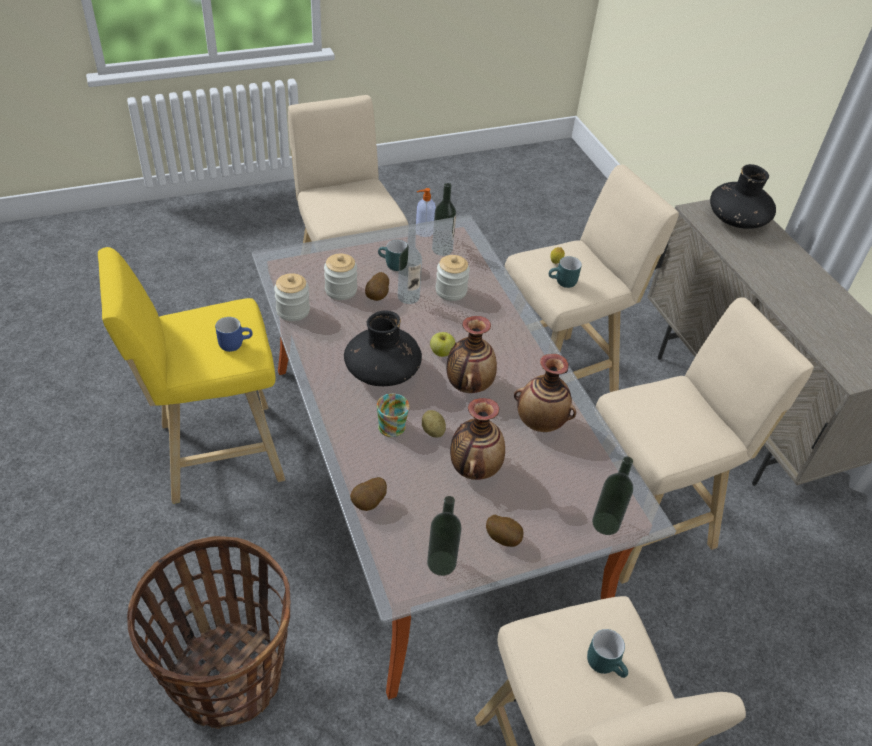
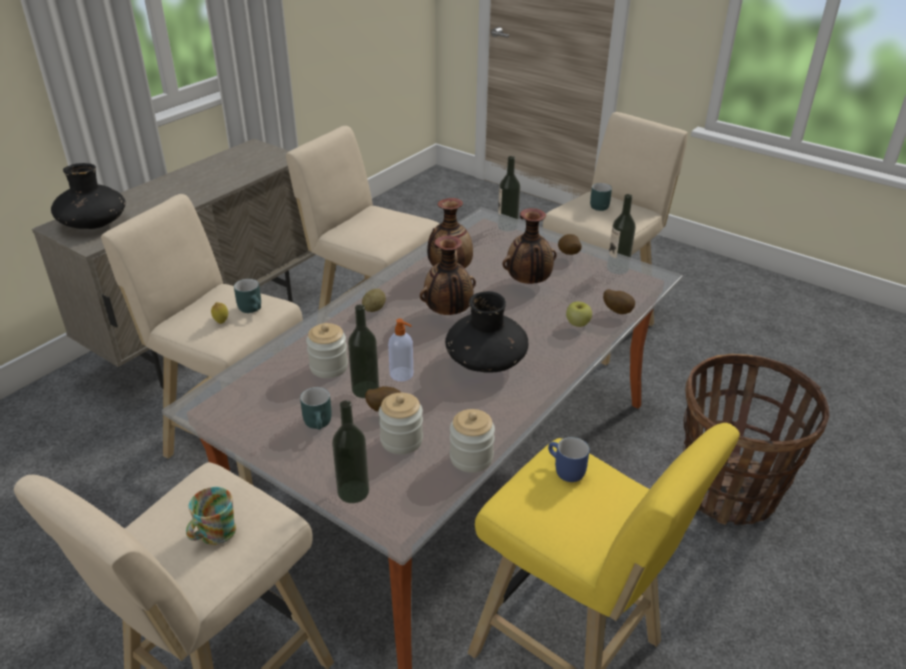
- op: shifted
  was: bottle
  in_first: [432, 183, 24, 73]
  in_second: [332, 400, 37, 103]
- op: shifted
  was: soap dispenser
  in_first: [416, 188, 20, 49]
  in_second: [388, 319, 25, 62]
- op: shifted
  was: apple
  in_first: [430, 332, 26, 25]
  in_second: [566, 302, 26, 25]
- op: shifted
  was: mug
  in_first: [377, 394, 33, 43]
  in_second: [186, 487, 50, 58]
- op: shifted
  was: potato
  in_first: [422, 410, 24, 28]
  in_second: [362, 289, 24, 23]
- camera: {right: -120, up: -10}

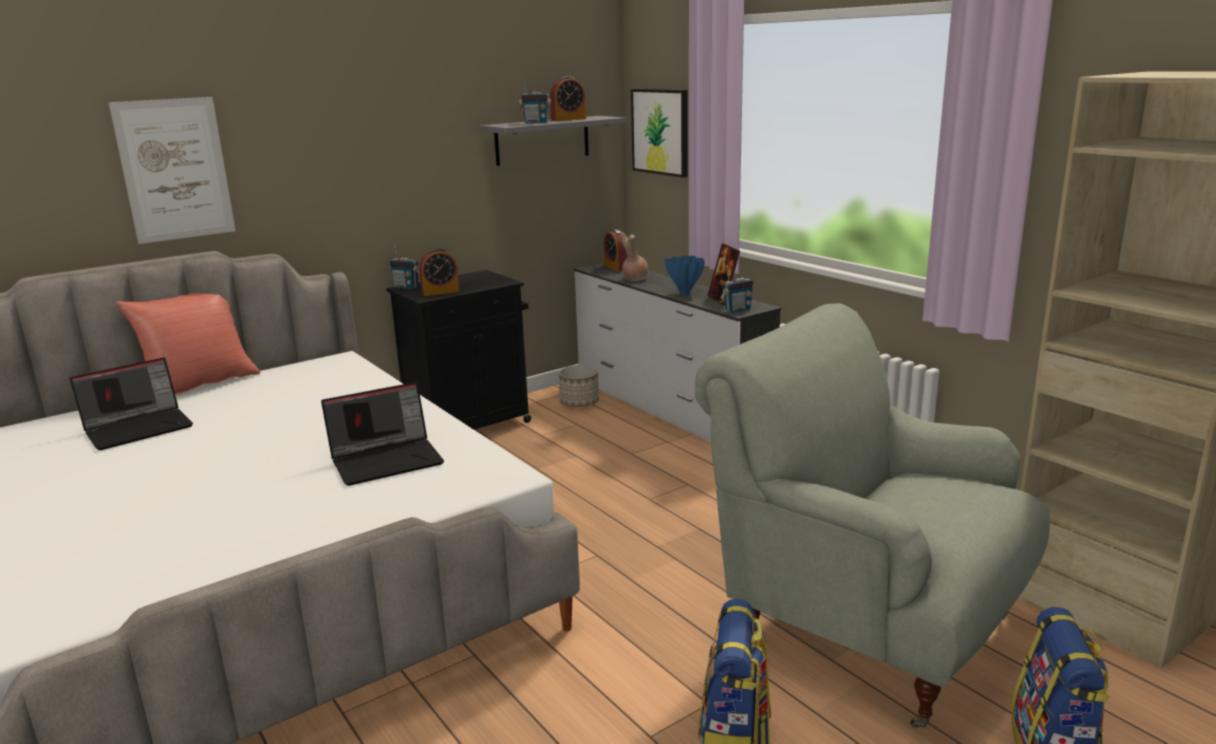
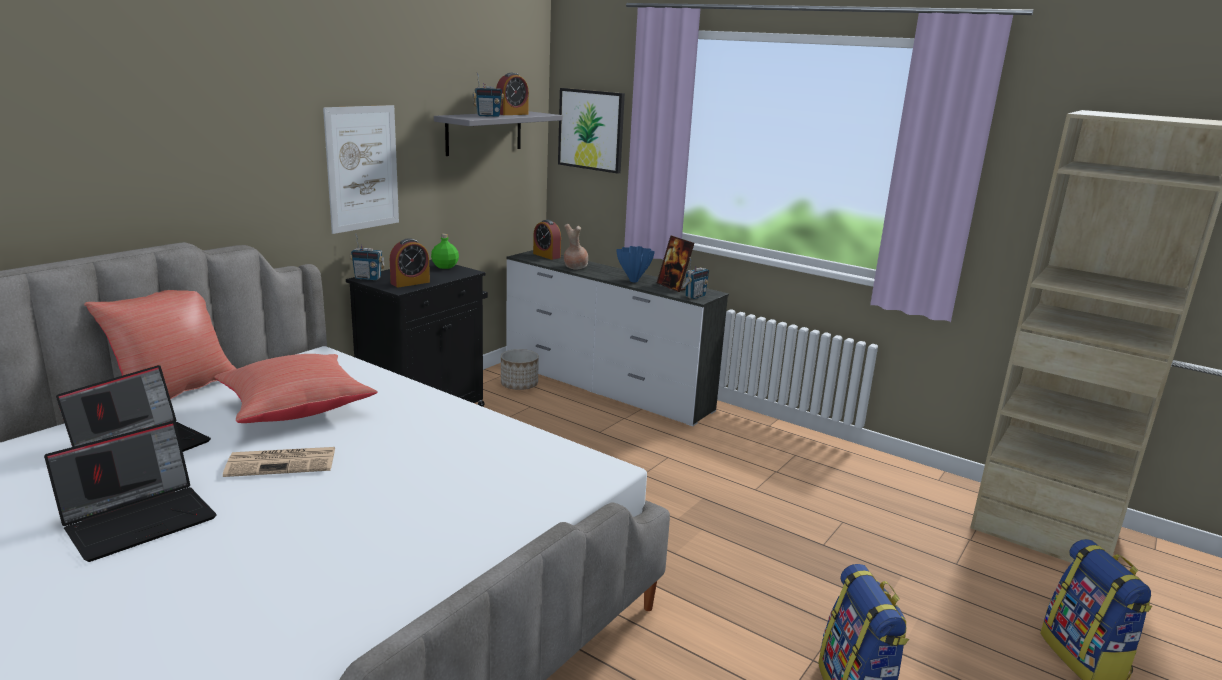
- op: shifted
  was: picture
  in_first: [109, 97, 127, 147]
  in_second: [323, 105, 76, 129]
- op: gone
  was: grey armchair
  in_first: [695, 303, 355, 425]
- op: shifted
  was: laptop
  in_first: [321, 382, 123, 104]
  in_second: [44, 421, 172, 141]
- op: new
  now: green bottle
  in_second: [431, 234, 28, 35]
- op: new
  now: red pillow
  in_second: [214, 354, 163, 69]
- op: new
  now: newspaper
  in_second: [223, 447, 112, 30]
- camera: {right: -20, up: 0}

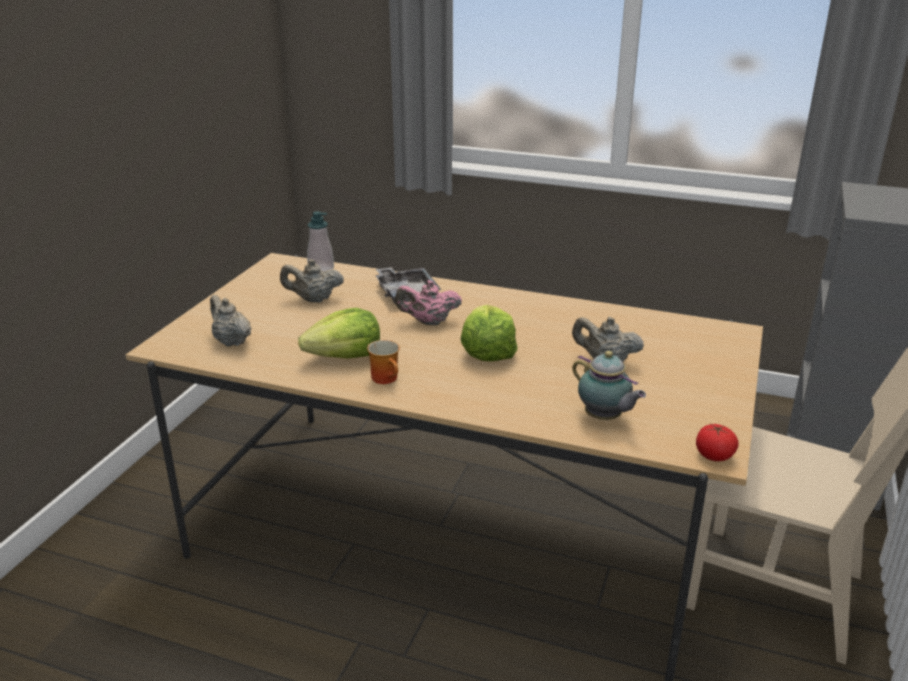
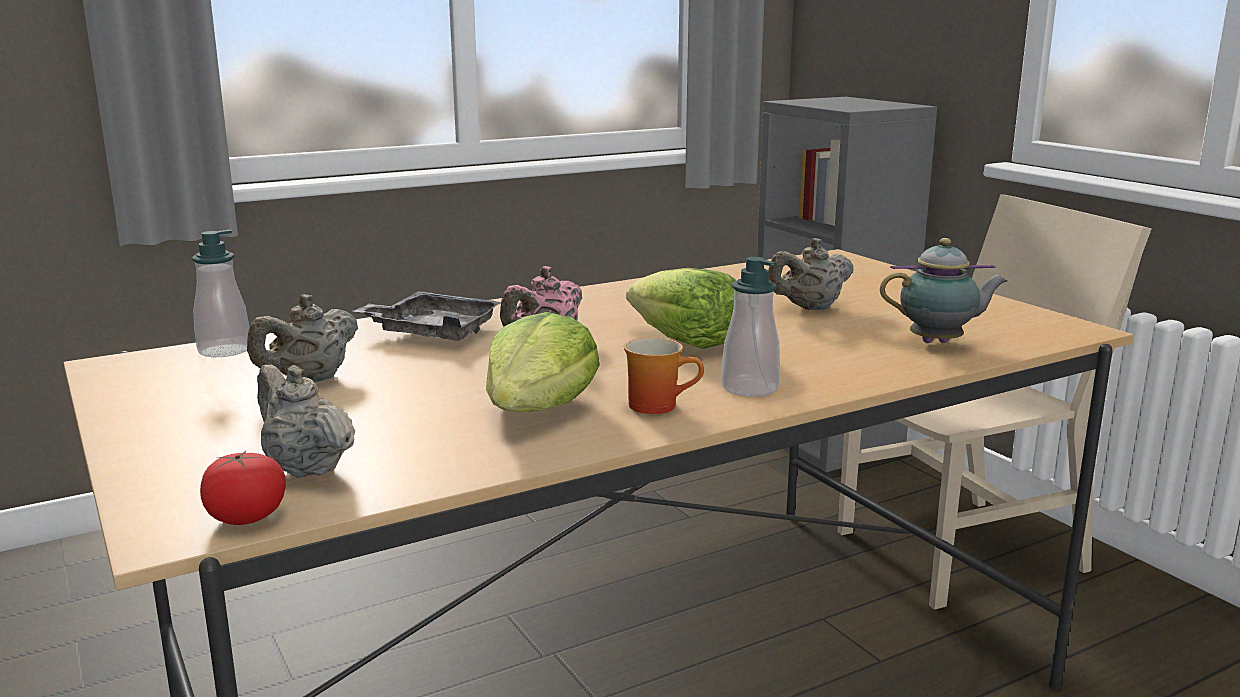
- op: rotated
  was: beige teapot
  in_first: [210, 295, 41, 51]
  in_second: [257, 365, 98, 113]
  clockwise: 45
- op: shifted
  was: tomato
  in_first: [696, 424, 43, 37]
  in_second: [200, 450, 86, 75]
- op: new
  now: soap dispenser
  in_second: [722, 257, 58, 140]
- camera: {right: -50, up: -10}

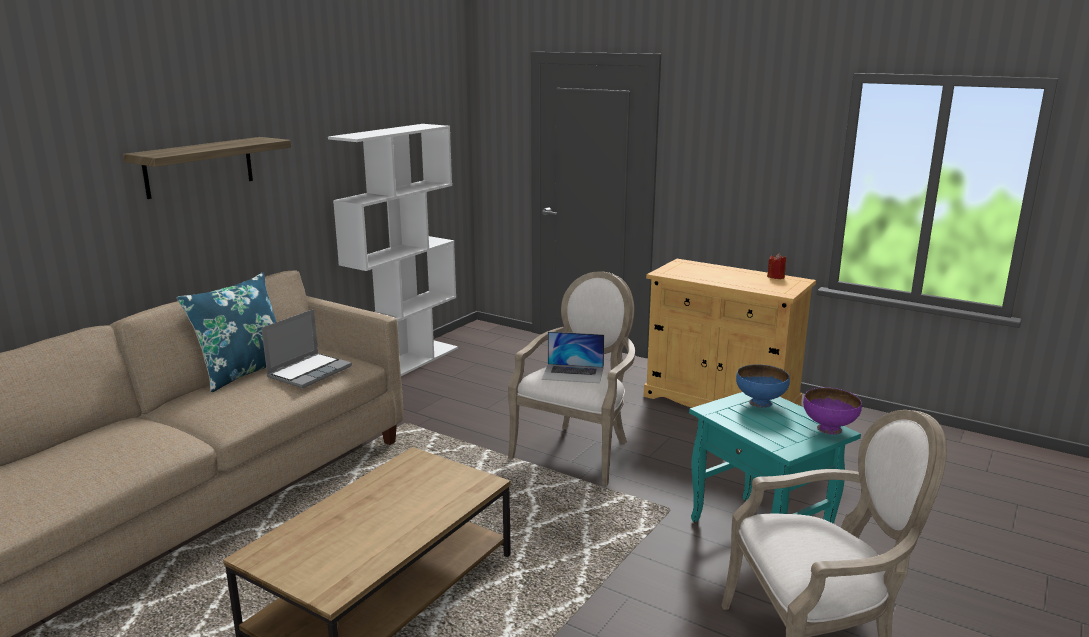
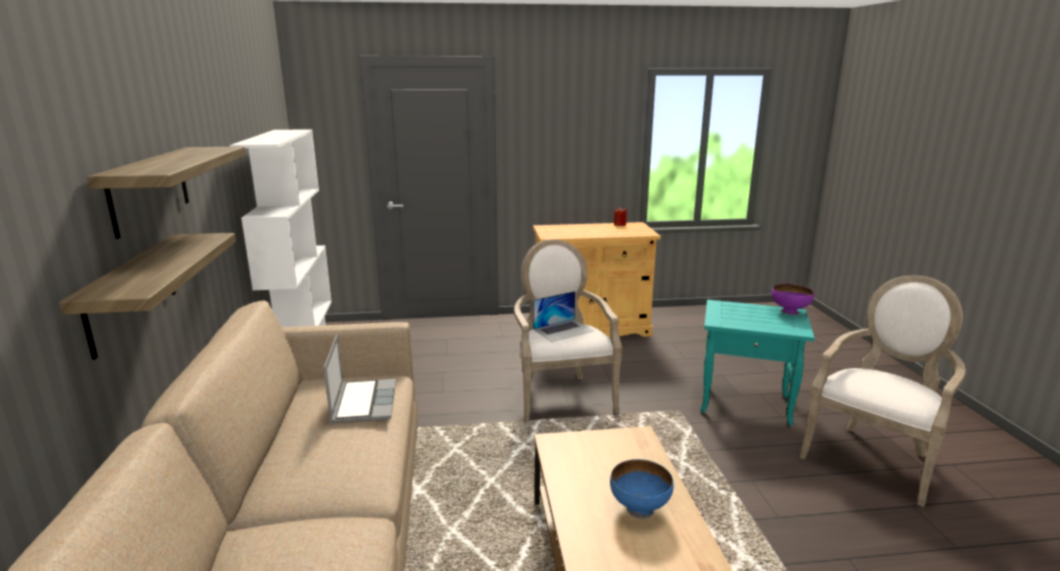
- op: gone
  was: blue pillow
  in_first: [177, 273, 99, 119]
- op: shifted
  was: blue bowl
  in_first: [736, 364, 54, 44]
  in_second: [610, 459, 64, 59]
- op: new
  now: shelf
  in_second: [59, 233, 177, 127]
- camera: {right: -40, up: 0}

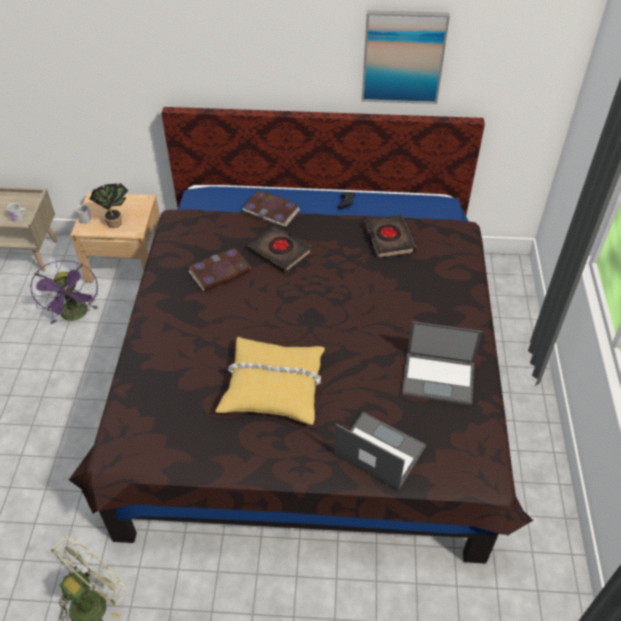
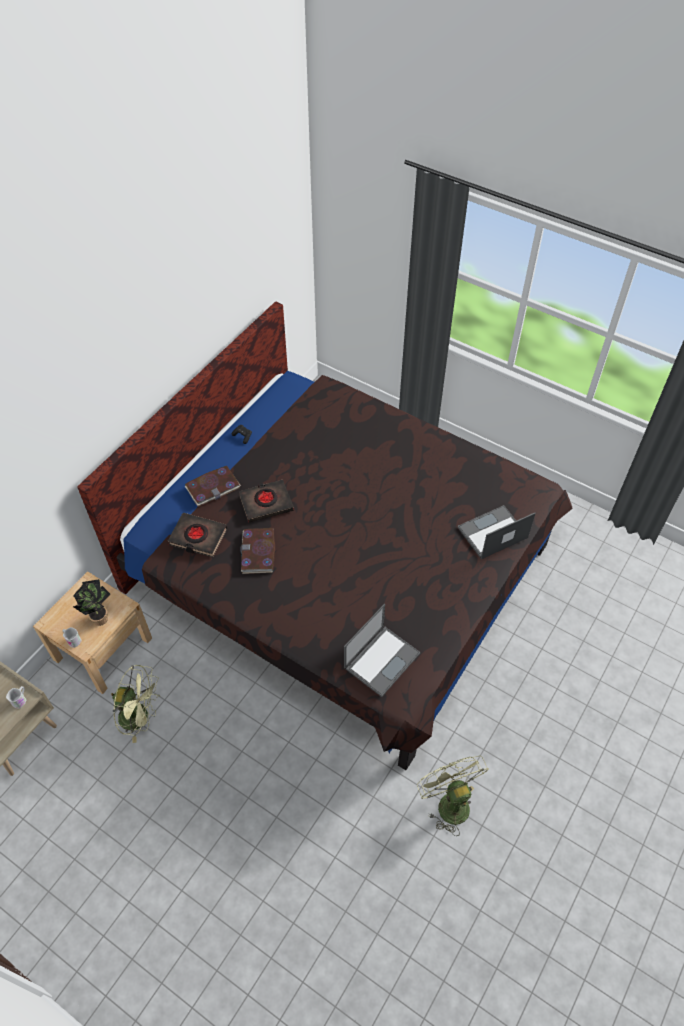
- op: gone
  was: picture
  in_first: [362, 10, 88, 94]
- op: shifted
  was: black book
  in_first: [365, 215, 51, 43]
  in_second: [168, 513, 59, 44]
- op: repainted
  was: purple fan
  now: green fan
  in_first: [30, 260, 69, 64]
  in_second: [111, 665, 49, 78]
- op: shifted
  was: laptop
  in_first: [402, 321, 80, 84]
  in_second: [344, 604, 76, 93]
- op: gone
  was: yellow pillow
  in_first: [215, 337, 110, 88]
- camera: {right: -60, up: 5}

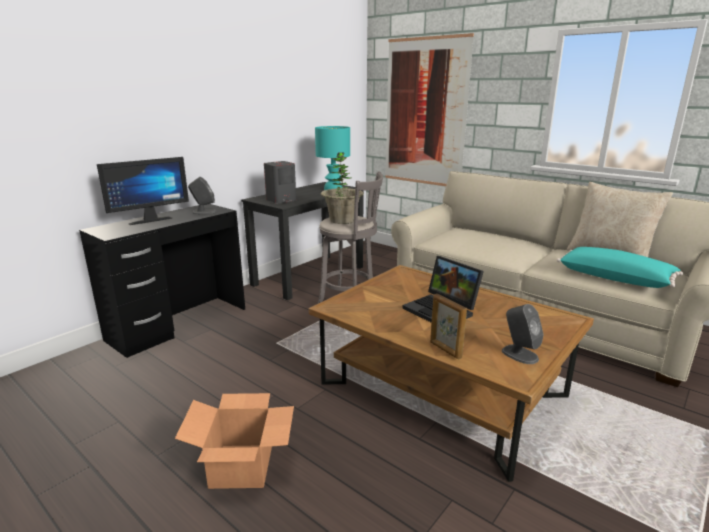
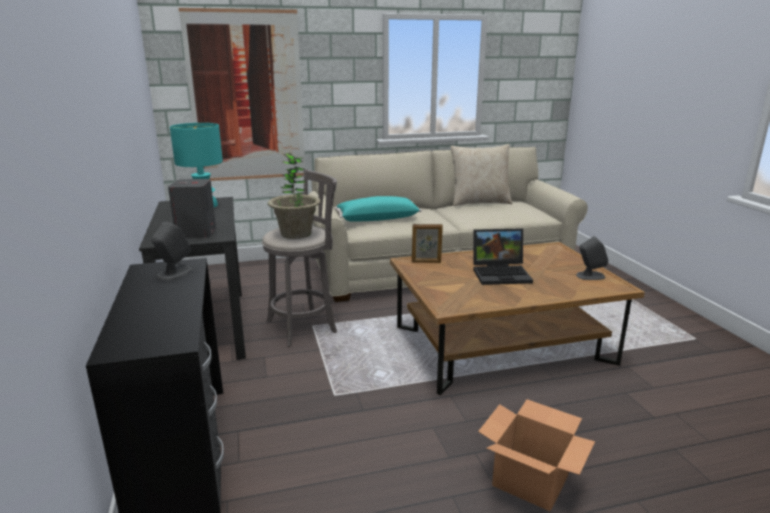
- op: gone
  was: monitor
  in_first: [97, 157, 92, 68]
- op: shifted
  was: turquoise pillow
  in_first: [557, 247, 126, 41]
  in_second: [334, 196, 88, 26]
- op: shifted
  was: picture frame
  in_first: [430, 294, 37, 66]
  in_second: [412, 224, 31, 39]
- camera: {right: -55, up: 0}

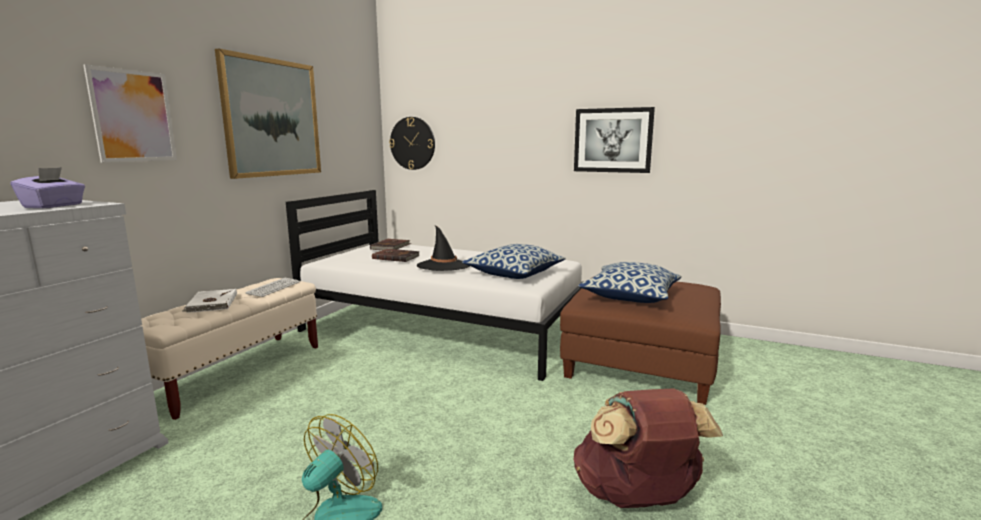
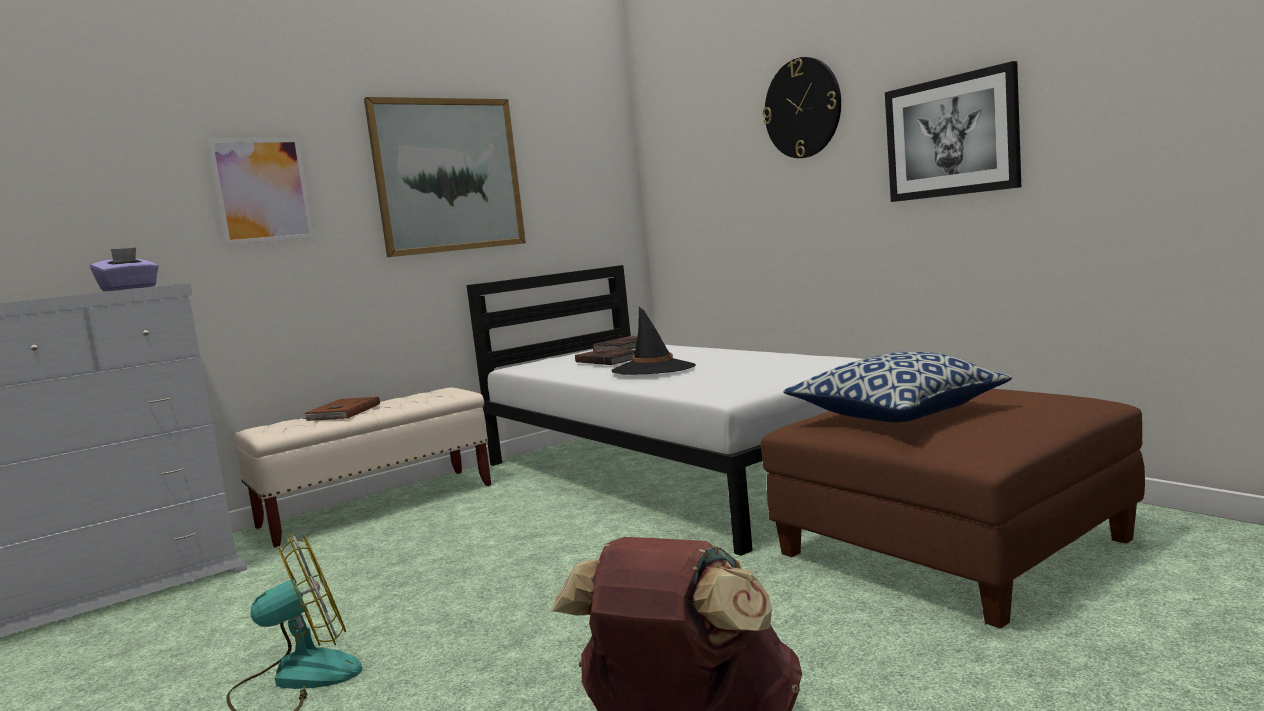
- op: shifted
  was: wall clock
  in_first: [389, 117, 46, 53]
  in_second: [763, 57, 78, 101]
- op: gone
  was: pillow
  in_first: [462, 244, 104, 35]
- op: gone
  was: keyboard
  in_first: [246, 278, 54, 19]
- op: repainted
  was: white book
  now: brown book
  in_first: [183, 289, 54, 24]
  in_second: [302, 396, 78, 25]
- camera: {right: 30, up: -5}

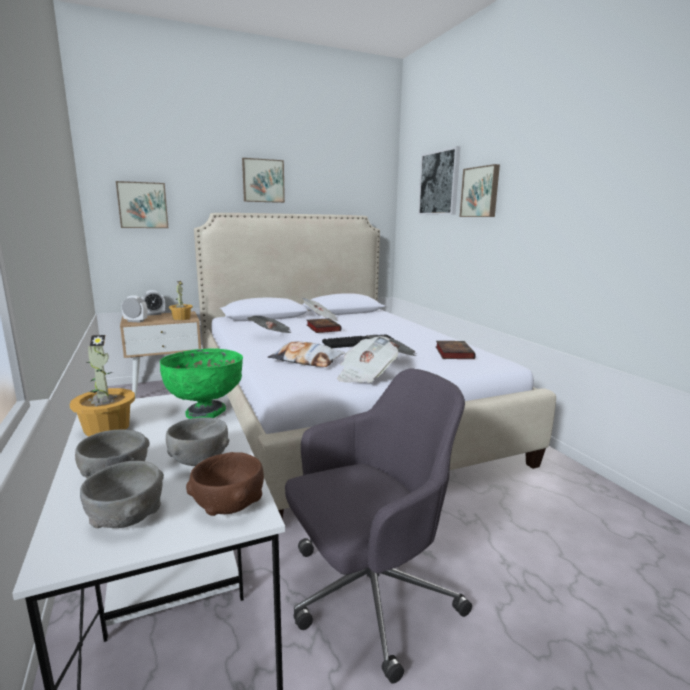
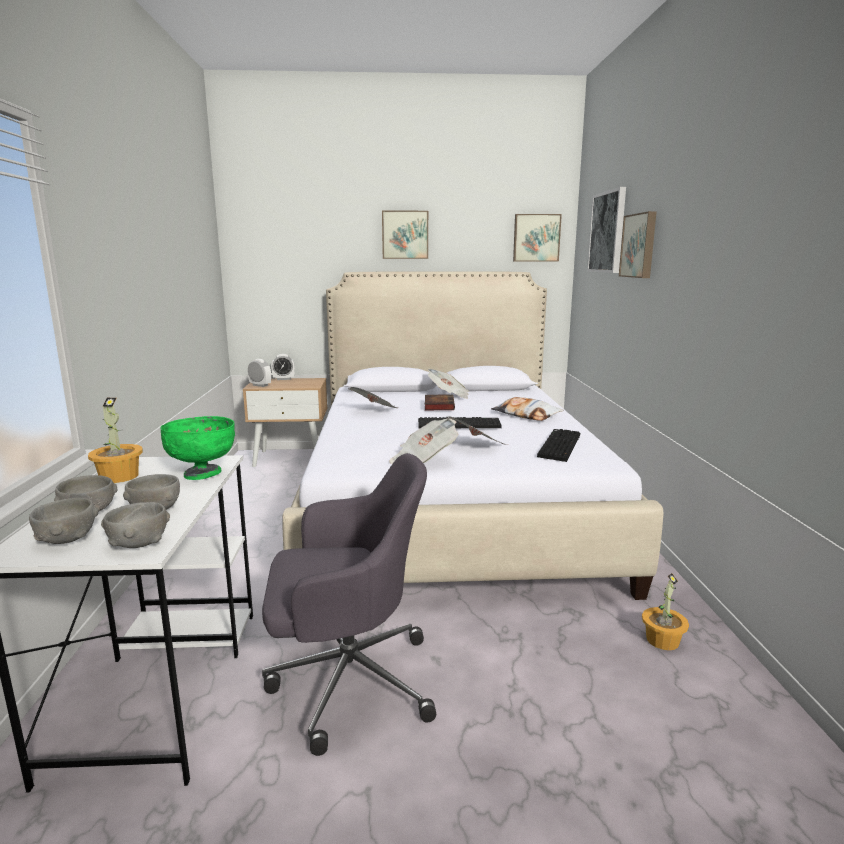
- op: shifted
  was: picture
  in_first: [116, 181, 52, 47]
  in_second: [513, 214, 49, 47]
- op: shifted
  was: potted plant
  in_first: [169, 281, 24, 39]
  in_second: [642, 573, 47, 77]
- op: shifted
  was: pillow
  in_first: [268, 341, 77, 26]
  in_second: [491, 397, 72, 24]
- op: swapped
  was: book
  now: keyboard
  in_first: [436, 341, 40, 18]
  in_second: [537, 429, 43, 33]
- op: repainted
  was: brown bowl
  now: grey bowl
  in_first: [186, 452, 78, 64]
  in_second: [101, 502, 69, 46]
- camera: {right: 20, up: 0}

